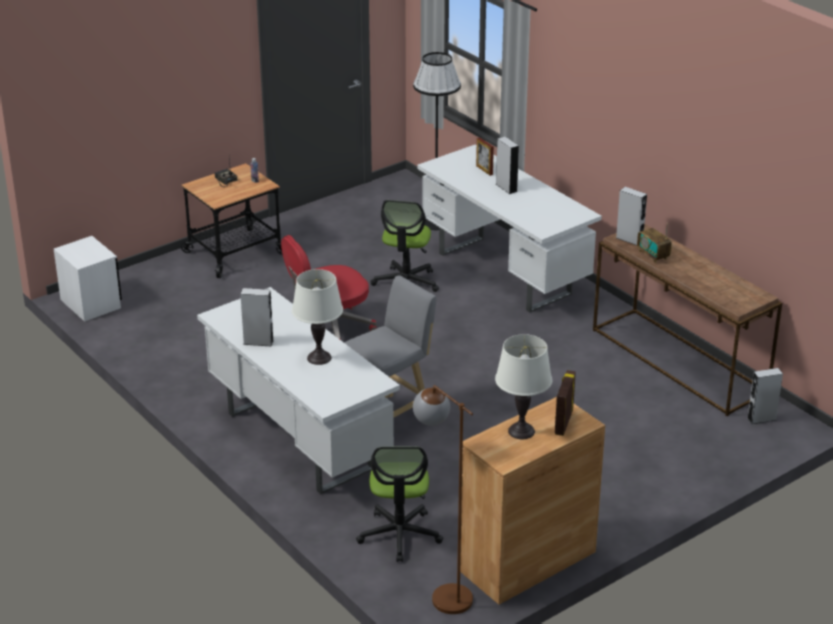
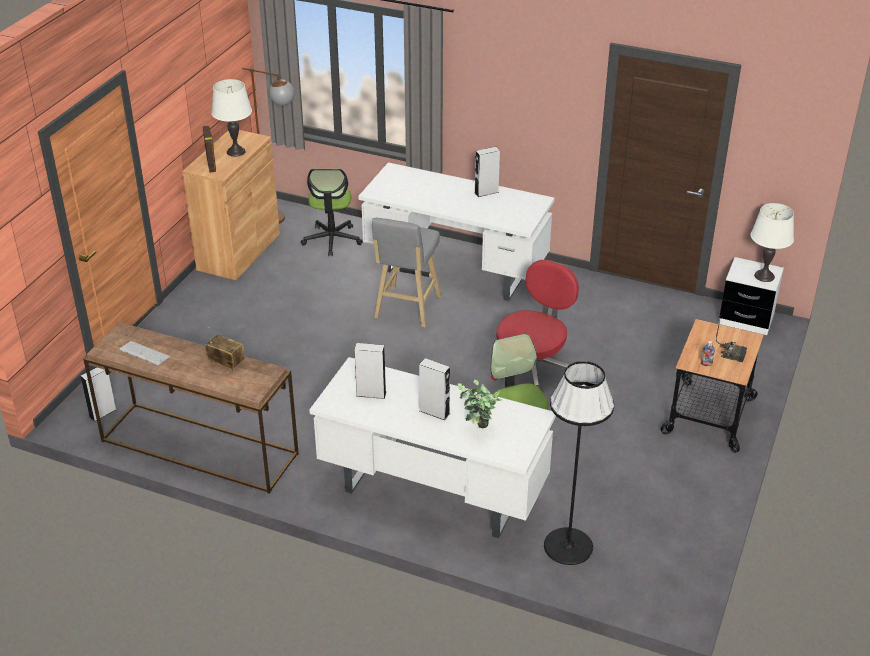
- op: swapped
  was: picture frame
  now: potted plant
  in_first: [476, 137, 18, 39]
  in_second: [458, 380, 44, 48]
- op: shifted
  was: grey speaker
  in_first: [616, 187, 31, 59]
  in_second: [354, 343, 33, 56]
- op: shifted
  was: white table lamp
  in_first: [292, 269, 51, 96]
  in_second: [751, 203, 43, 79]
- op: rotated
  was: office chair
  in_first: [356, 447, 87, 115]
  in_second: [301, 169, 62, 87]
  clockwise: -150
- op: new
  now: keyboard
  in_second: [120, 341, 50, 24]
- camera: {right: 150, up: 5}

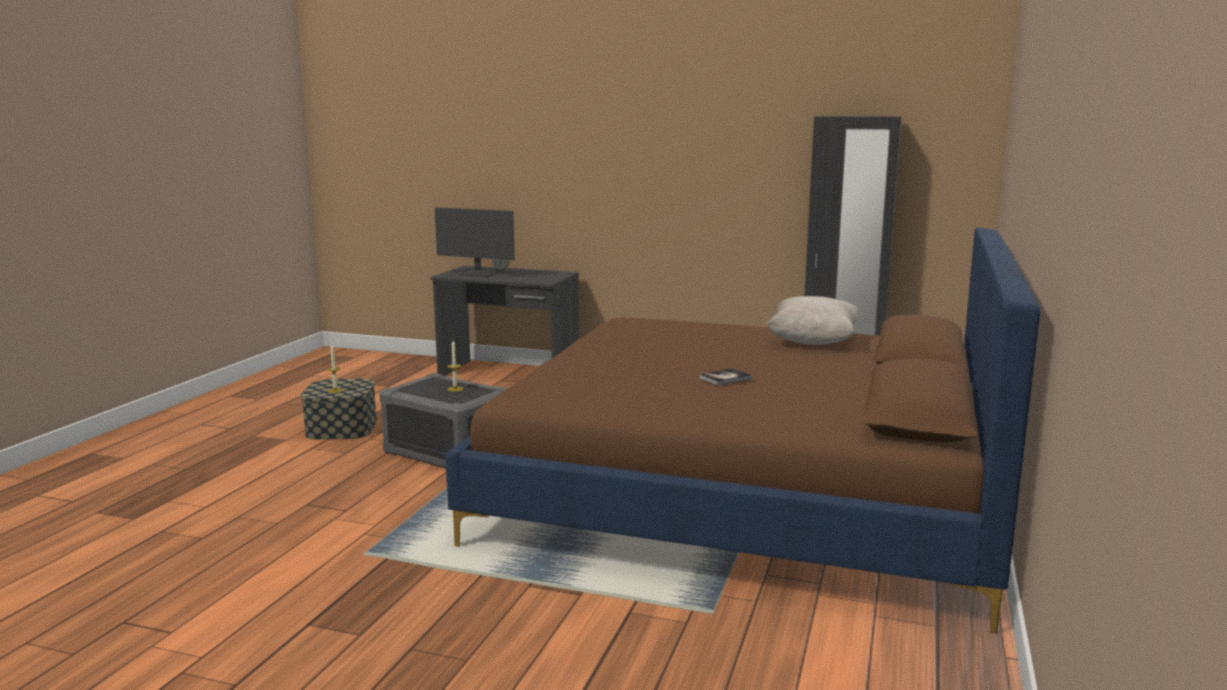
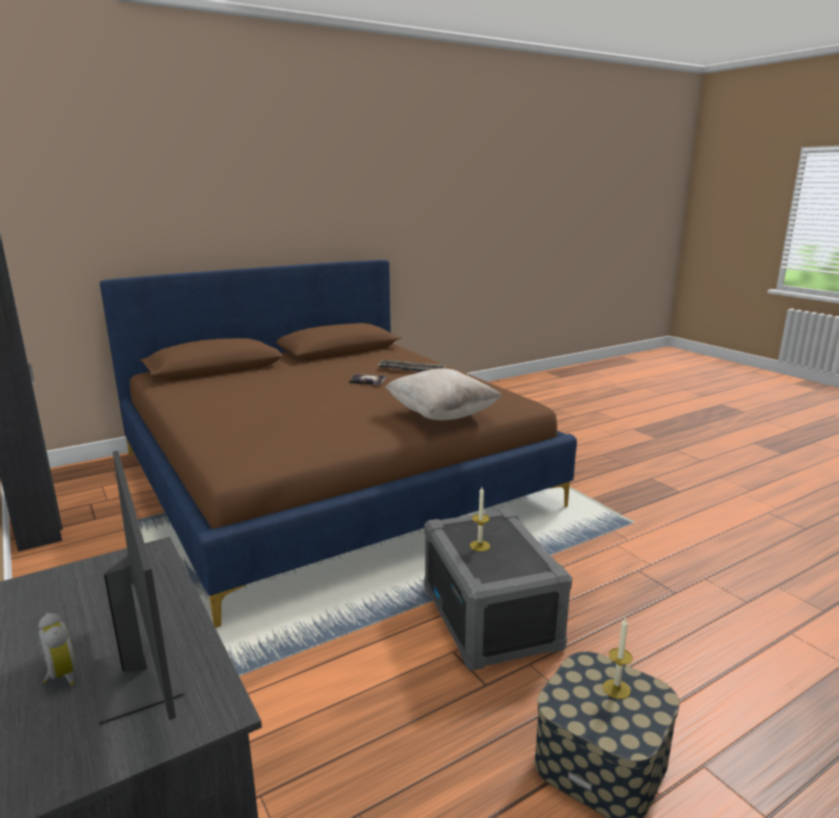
- op: shifted
  was: beige pillow
  in_first: [766, 296, 94, 49]
  in_second: [385, 368, 117, 52]
- op: new
  now: tray
  in_second: [378, 360, 68, 12]
- camera: {right: -140, up: 5}

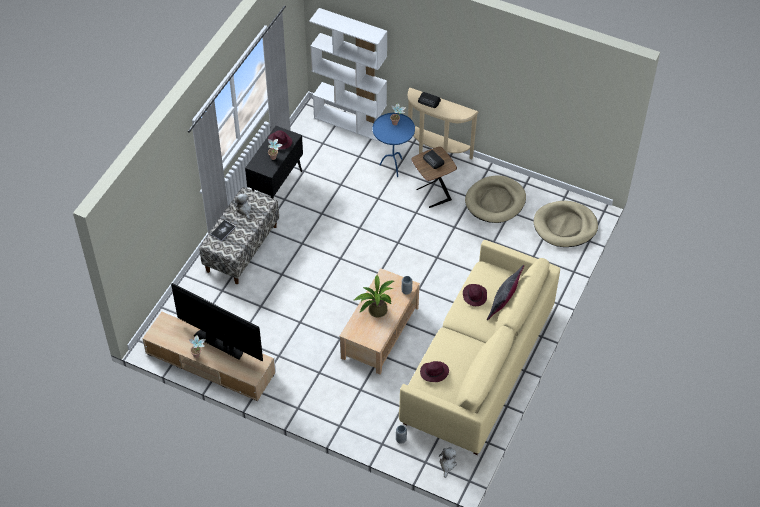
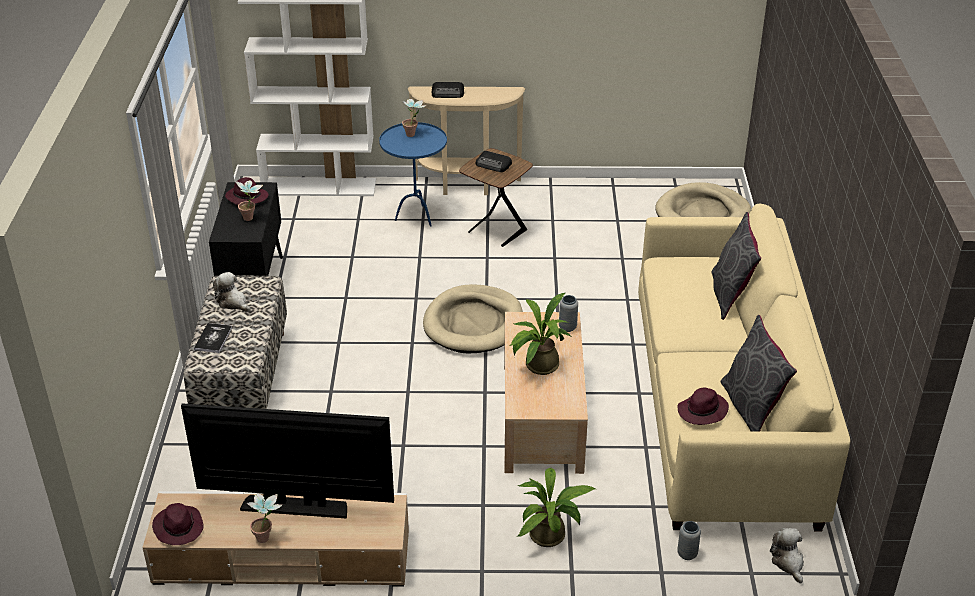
- op: shifted
  was: beige dog bed
  in_first: [465, 175, 61, 48]
  in_second: [423, 284, 100, 69]
- op: shifted
  was: purple hat
  in_first: [463, 284, 24, 22]
  in_second: [152, 503, 52, 42]
- op: new
  now: grey pillow
  in_second: [720, 315, 77, 116]
- op: new
  now: potted plant
  in_second: [517, 468, 78, 79]
- camera: {right: -25, up: -15}

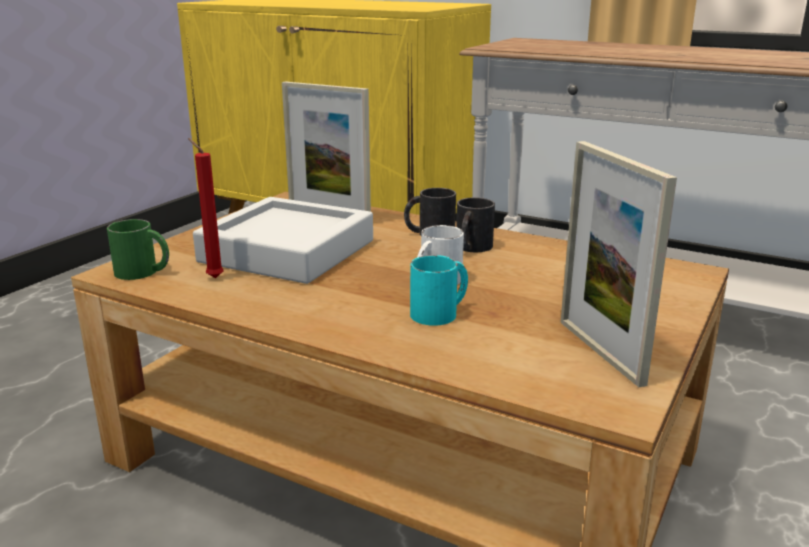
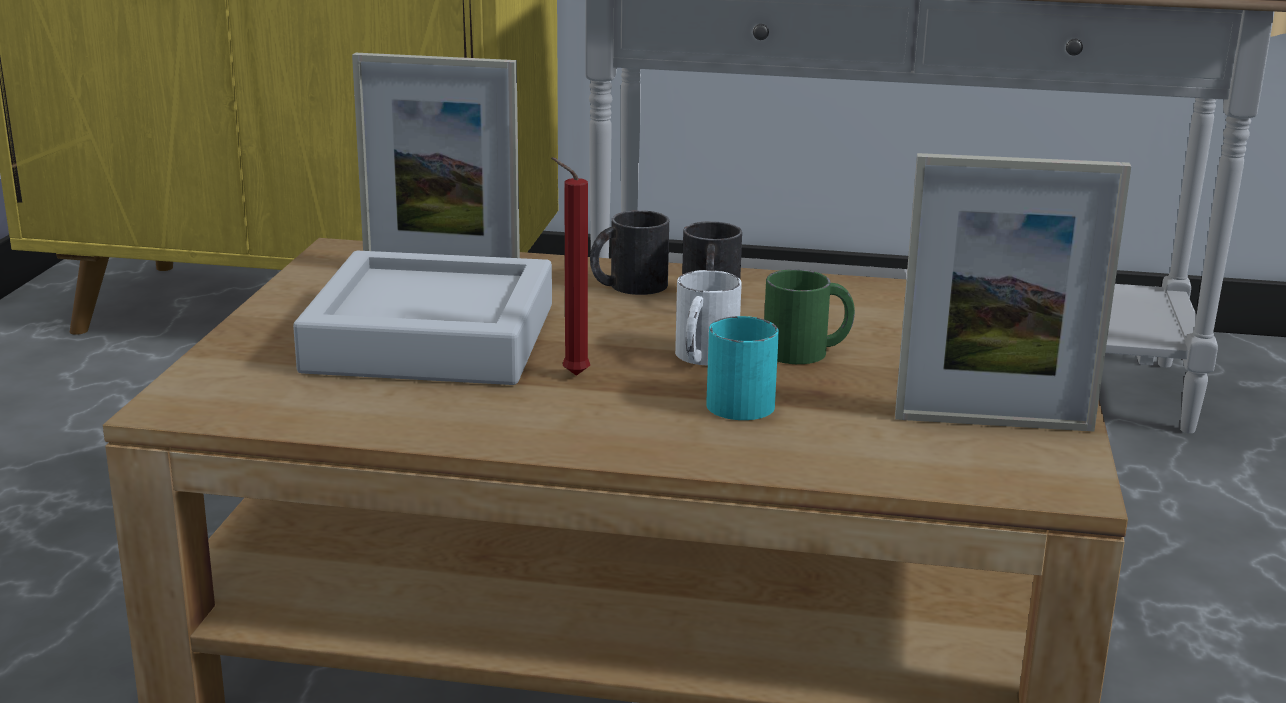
- op: shifted
  was: red candle
  in_first: [188, 138, 36, 140]
  in_second: [551, 157, 39, 219]
- op: rotated
  was: picture frame
  in_first: [560, 141, 117, 246]
  in_second: [895, 153, 236, 279]
  clockwise: -45
- op: shifted
  was: green mug
  in_first: [107, 219, 62, 61]
  in_second: [764, 269, 91, 95]
- camera: {right: -20, up: 0}

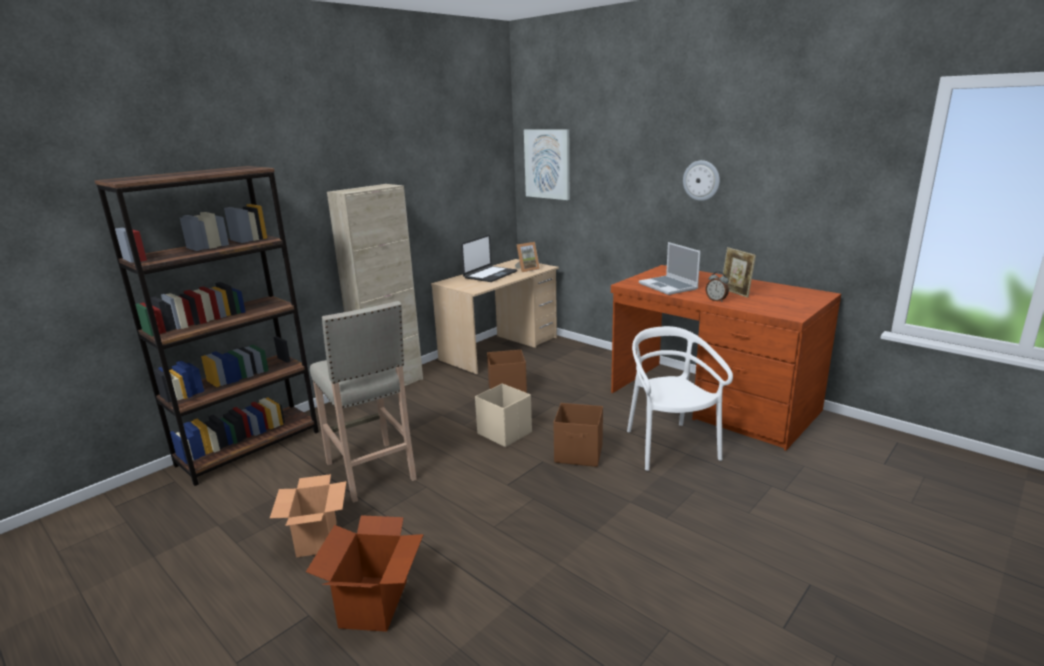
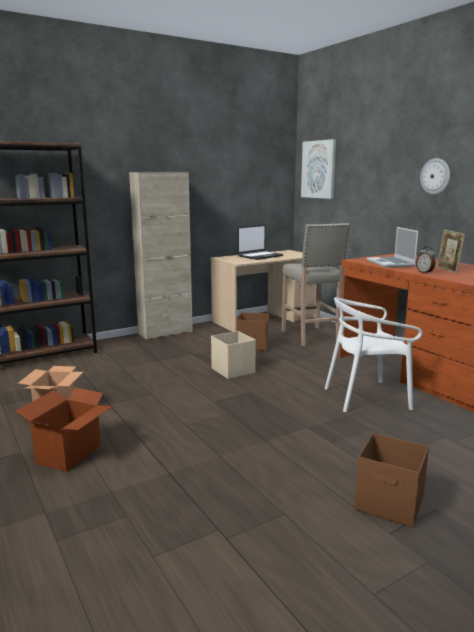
- op: gone
  was: picture frame
  in_first: [515, 242, 25, 30]
- op: shifted
  was: beige stool
  in_first: [310, 301, 107, 202]
  in_second: [282, 223, 68, 123]
- op: rotated
  was: white chair
  in_first: [627, 326, 106, 145]
  in_second: [325, 297, 98, 115]
  clockwise: -105
- op: shifted
  was: brown storage box
  in_first: [553, 403, 50, 64]
  in_second: [355, 433, 74, 95]
- camera: {right: 15, up: -5}

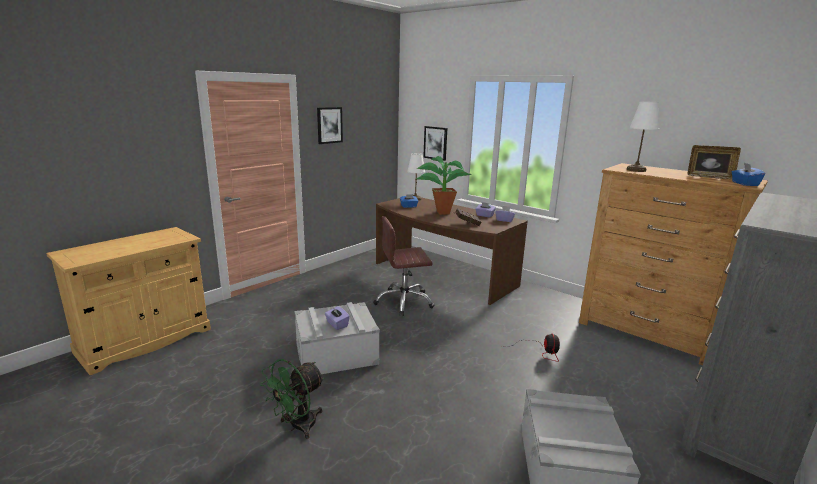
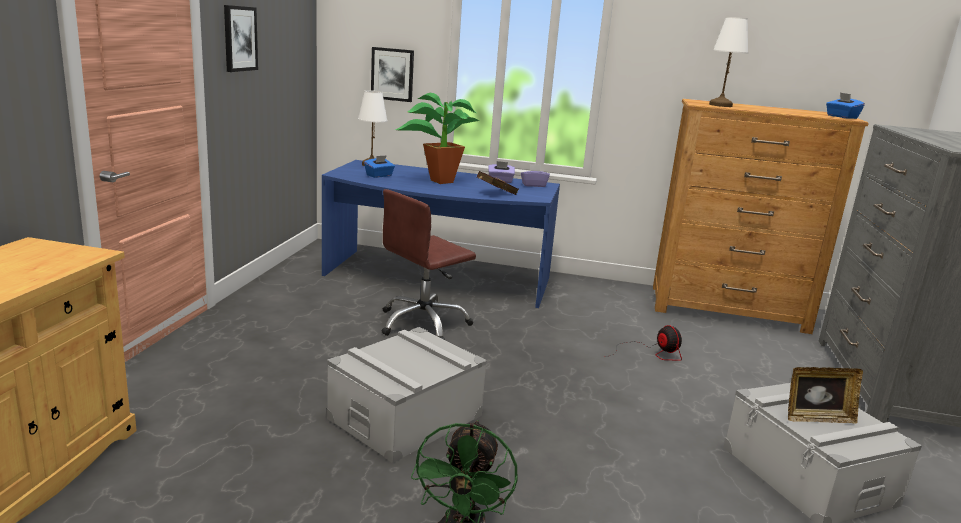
- op: shifted
  was: picture frame
  in_first: [688, 145, 53, 35]
  in_second: [788, 367, 75, 57]
- op: repainted
  was: brown desk
  now: blue desk
  in_first: [376, 197, 152, 108]
  in_second: [322, 160, 238, 148]
- op: gone
  was: purple tissue box
  in_first: [325, 306, 25, 24]
- camera: {right: -30, up: 0}

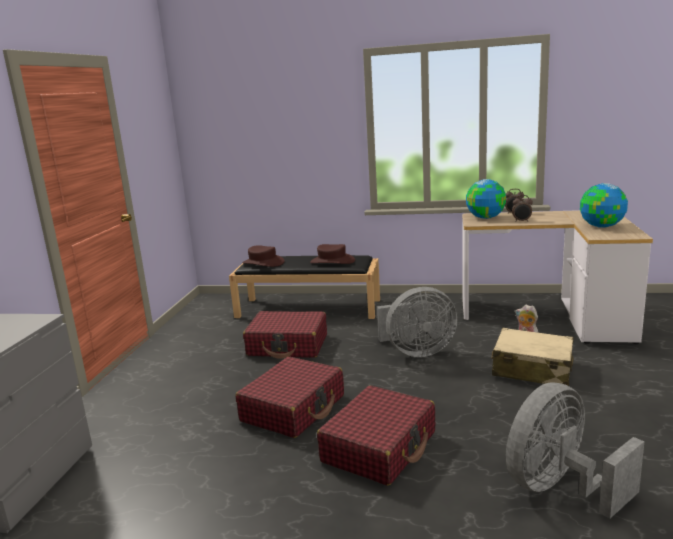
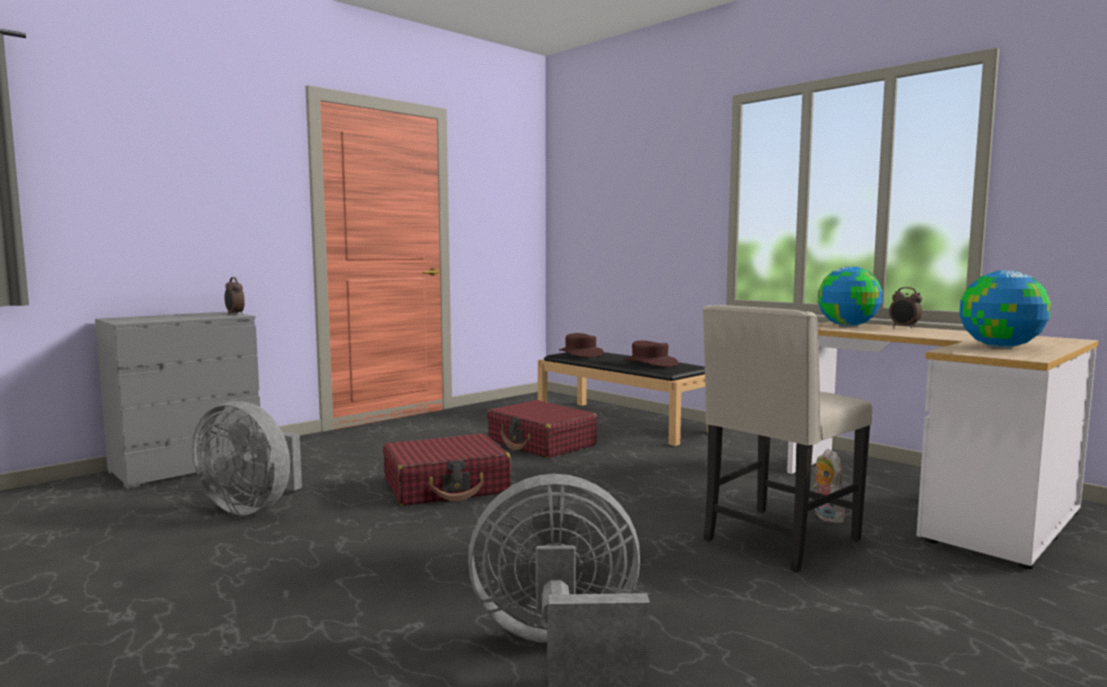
- op: shifted
  was: alarm clock
  in_first: [512, 195, 21, 27]
  in_second: [224, 277, 21, 38]
- op: shifted
  was: grey fan
  in_first: [377, 287, 80, 70]
  in_second: [193, 401, 109, 114]
- op: swapped
  was: beige suitcase
  now: beige chair
  in_first: [491, 328, 83, 58]
  in_second: [702, 305, 170, 267]
- op: gone
  was: red suitcase
  in_first: [317, 385, 118, 101]
- camera: {right: 35, up: -10}

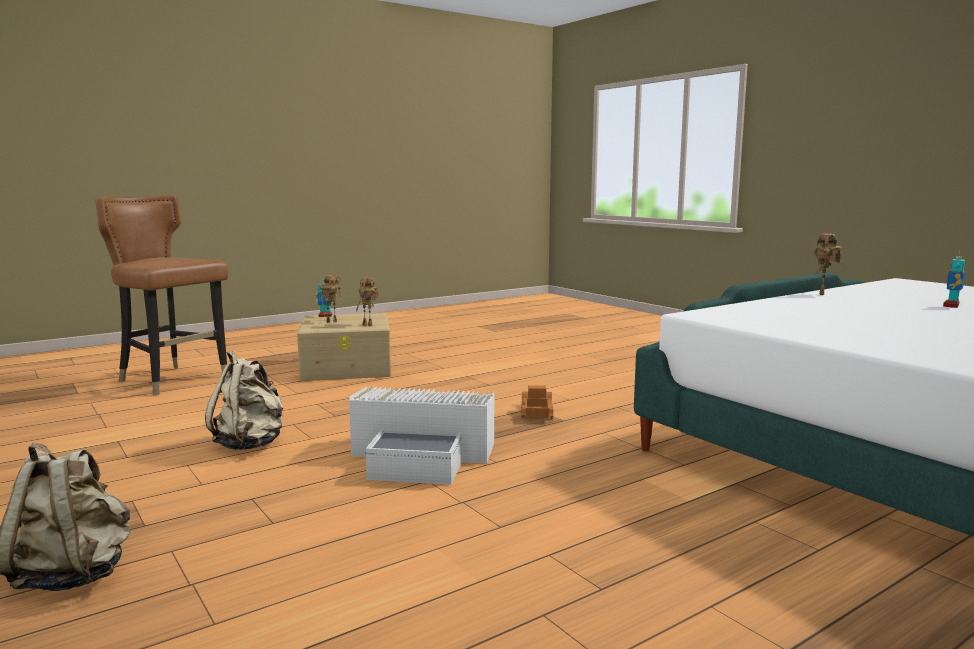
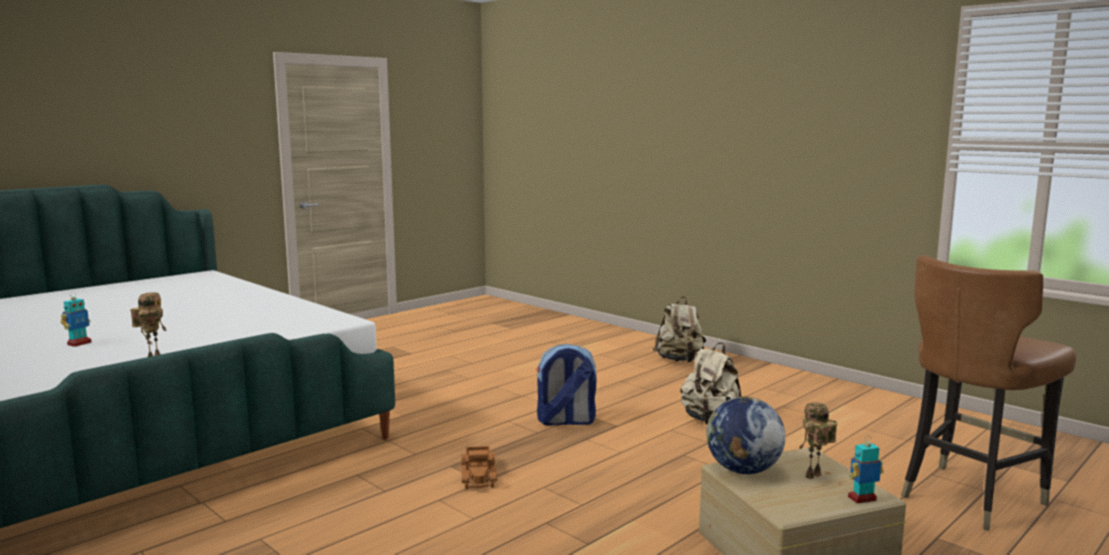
- op: rotated
  was: brown chair
  in_first: [95, 195, 133, 200]
  in_second: [901, 255, 175, 276]
  clockwise: 120
- op: swapped
  was: toy robot
  now: globe
  in_first: [356, 277, 23, 49]
  in_second: [706, 397, 79, 77]
- op: swapped
  was: white storage box
  now: backpack
  in_first: [349, 387, 145, 98]
  in_second: [536, 344, 60, 82]
- camera: {right: 170, up: 0}

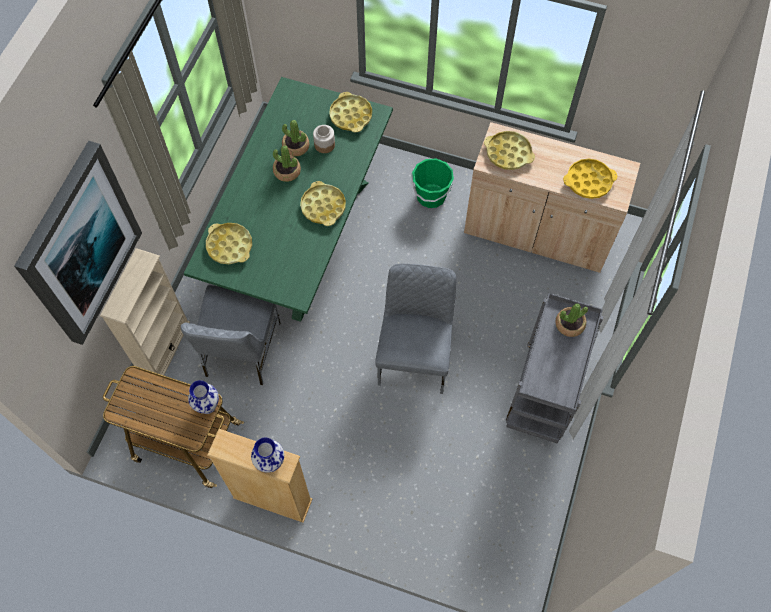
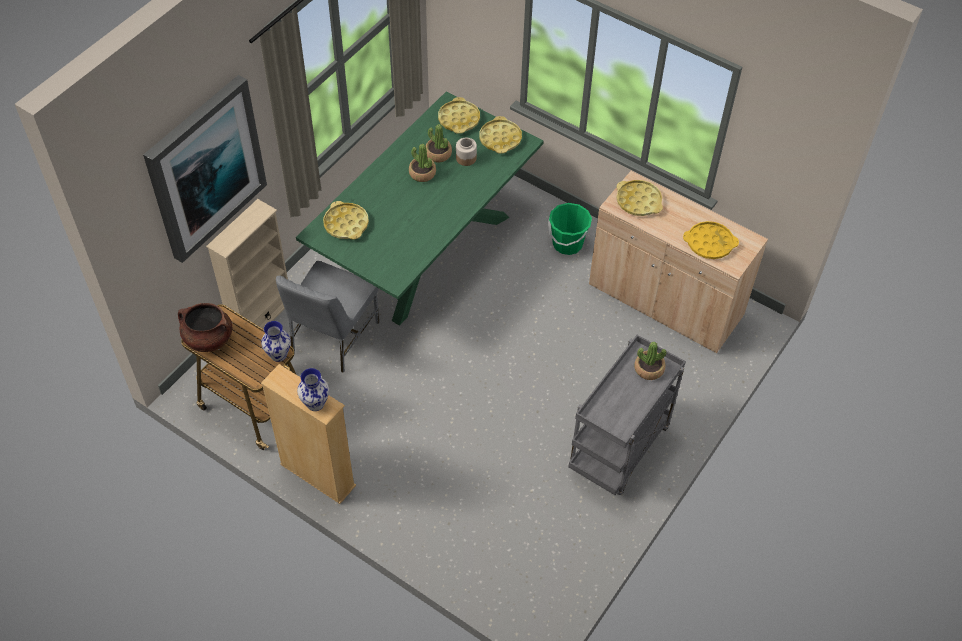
- op: shifted
  was: yellow tray
  in_first: [300, 181, 46, 45]
  in_second: [438, 97, 42, 37]
- op: gone
  was: grey chair
  in_first: [375, 264, 81, 130]
- op: new
  now: brown cooking pot
  in_second: [178, 303, 54, 49]
- camera: {right: 15, up: -10}

